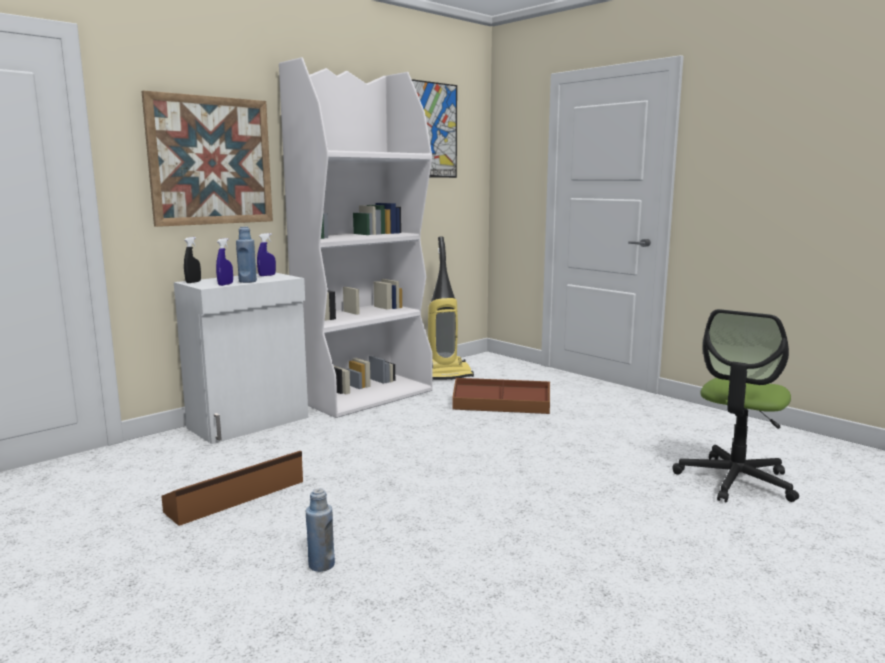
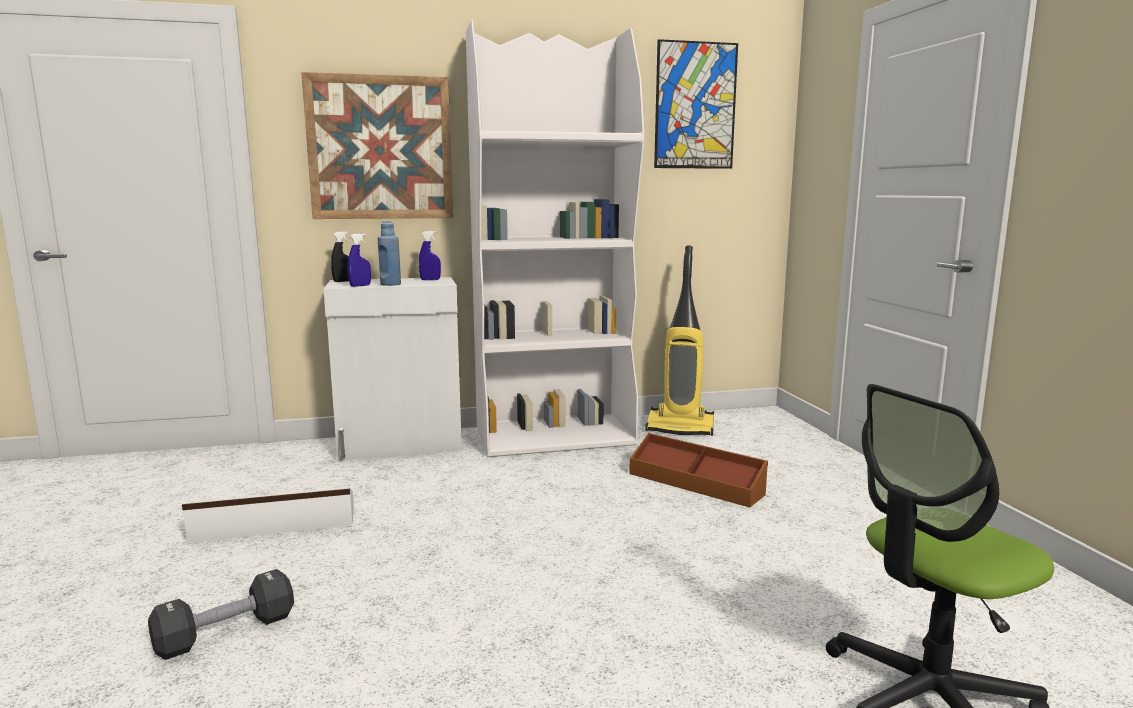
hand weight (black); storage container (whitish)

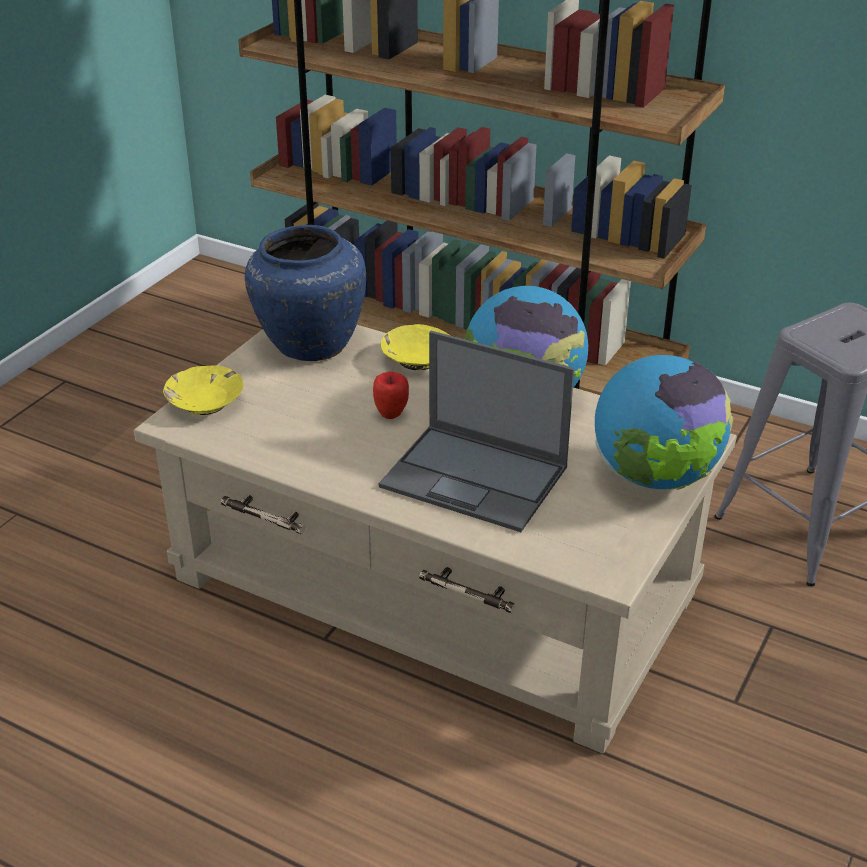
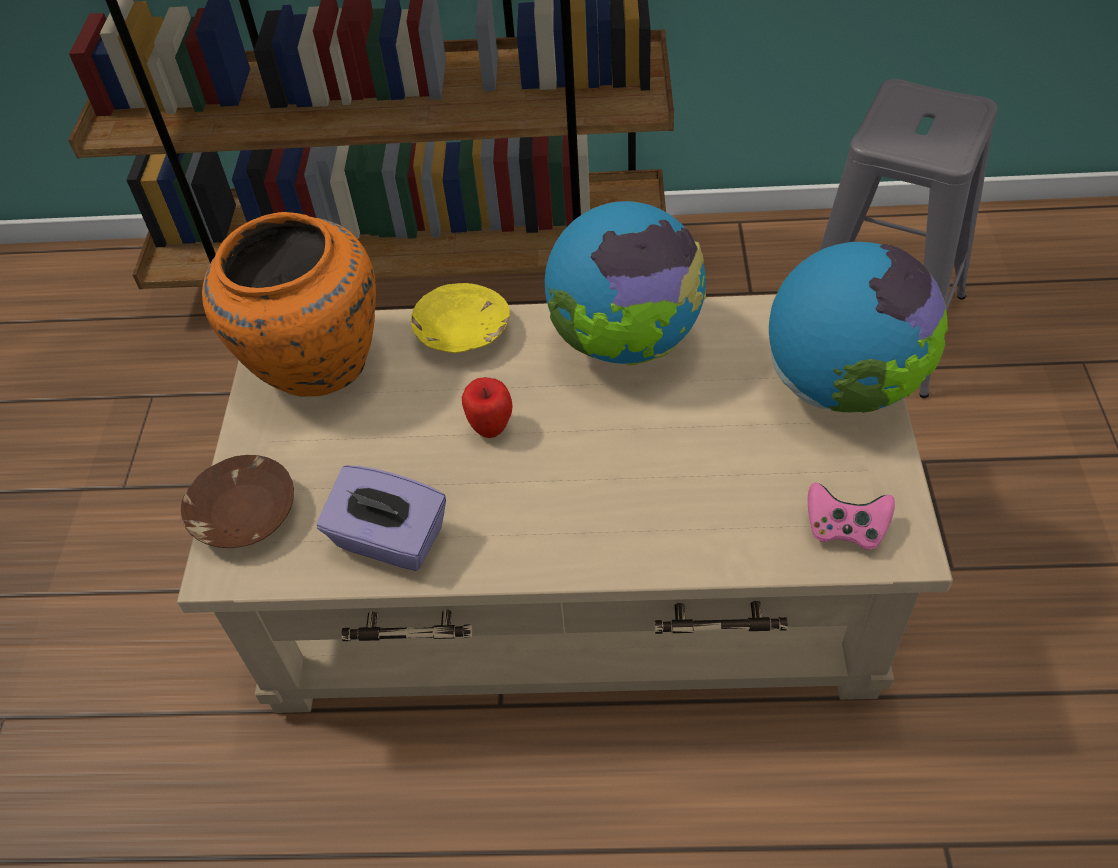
laptop; tissue box (purple); game controller (pink); deep dish (brown-coloured); decorative vase (orange)

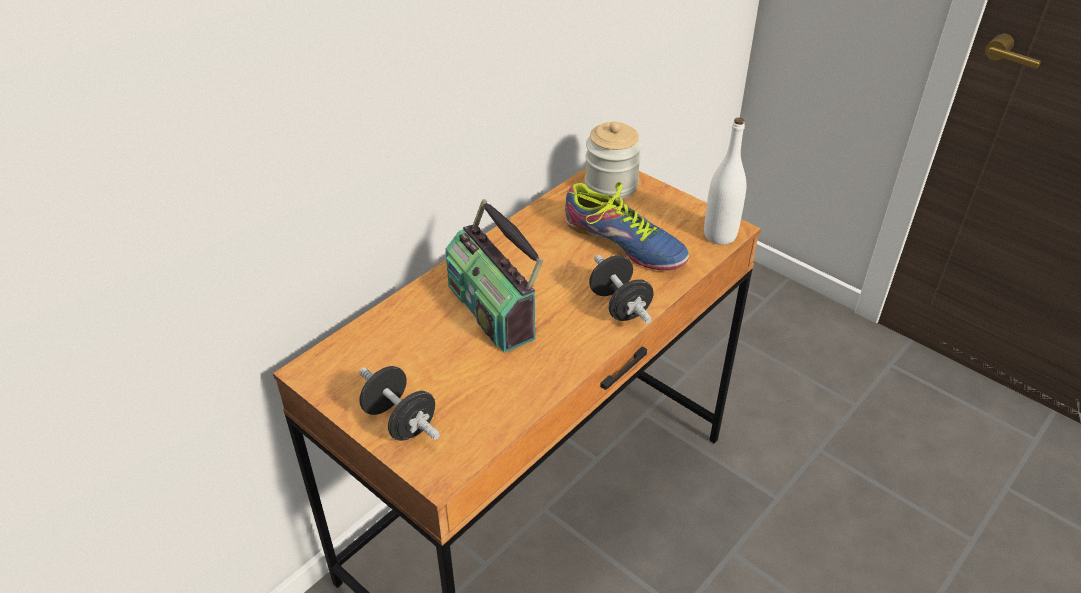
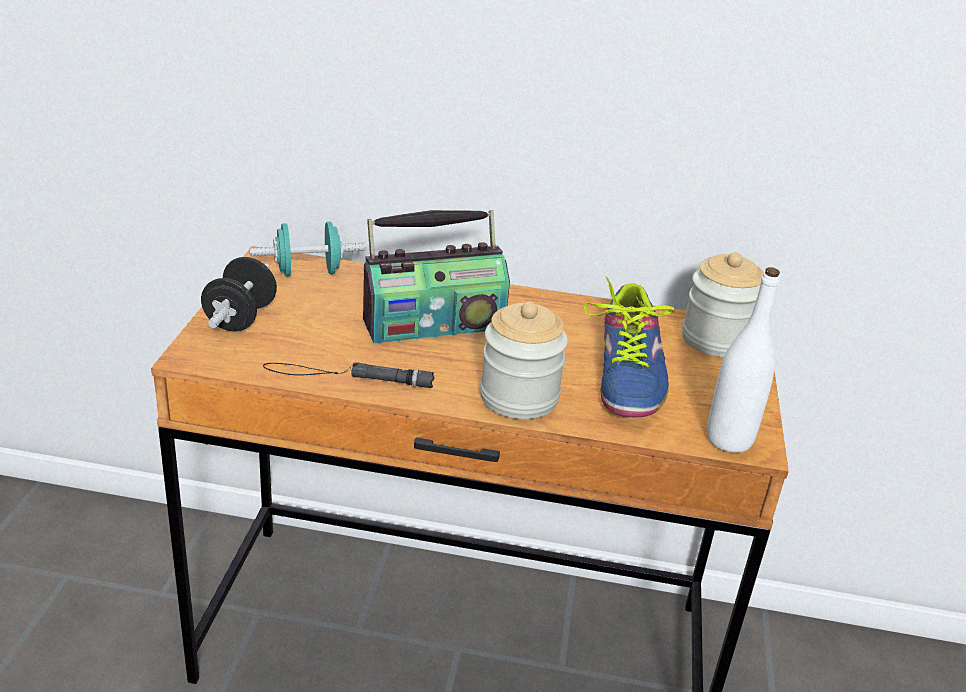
hand weight (blue-green); flashlight (black); storage jar (no. 1 from left); radio

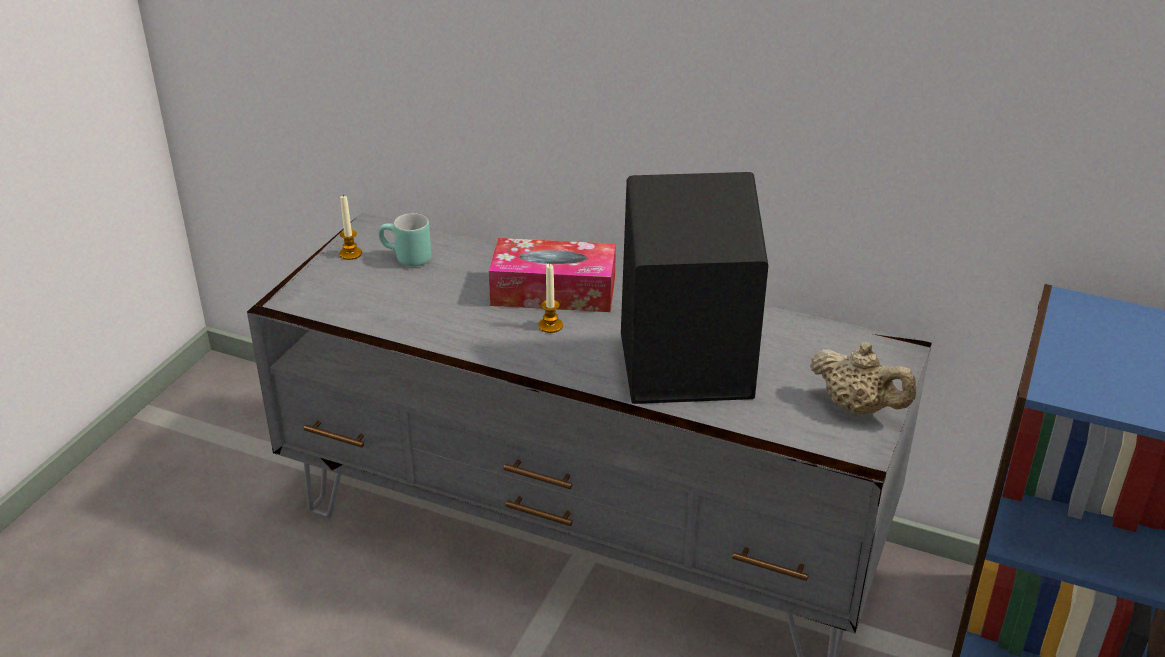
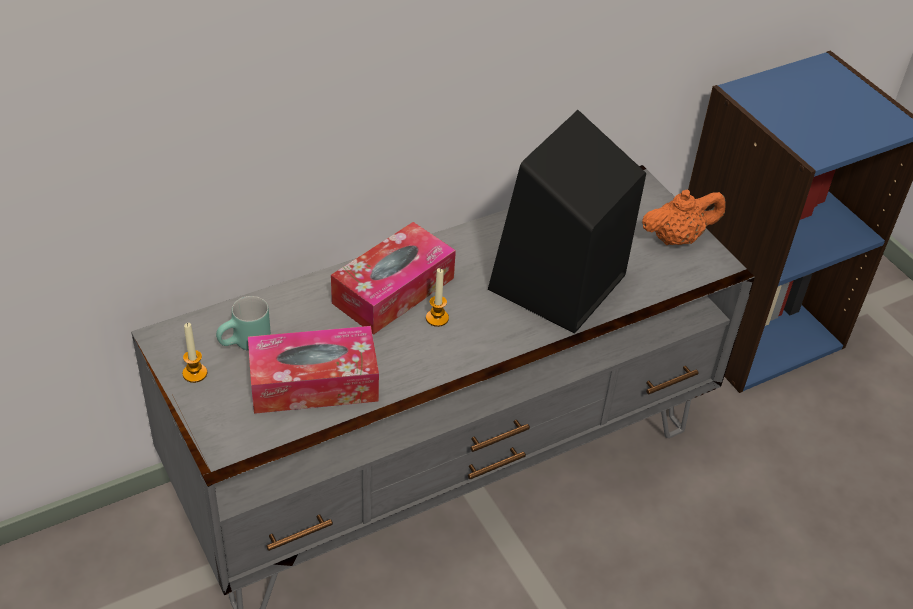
tissue box (no. 1 from left); teapot (orange)

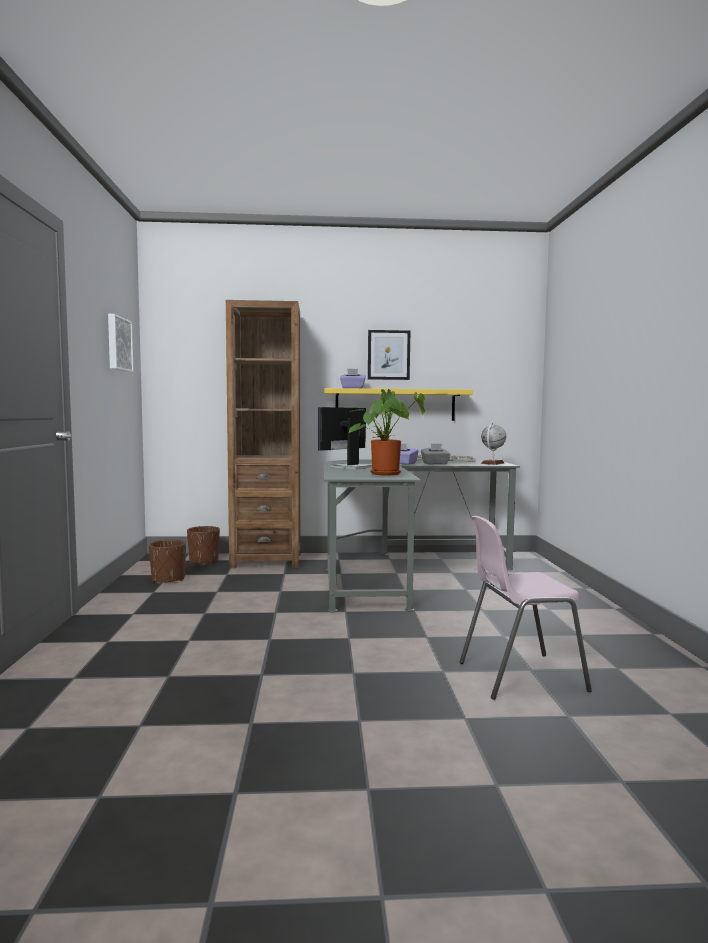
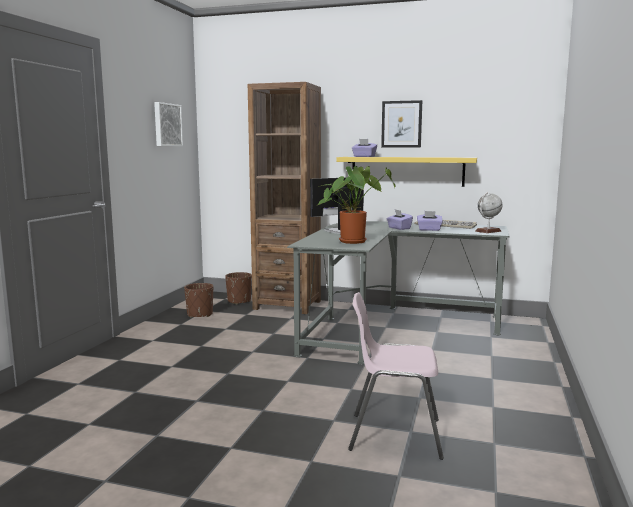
tissue box (purple) (no. 3 from left)

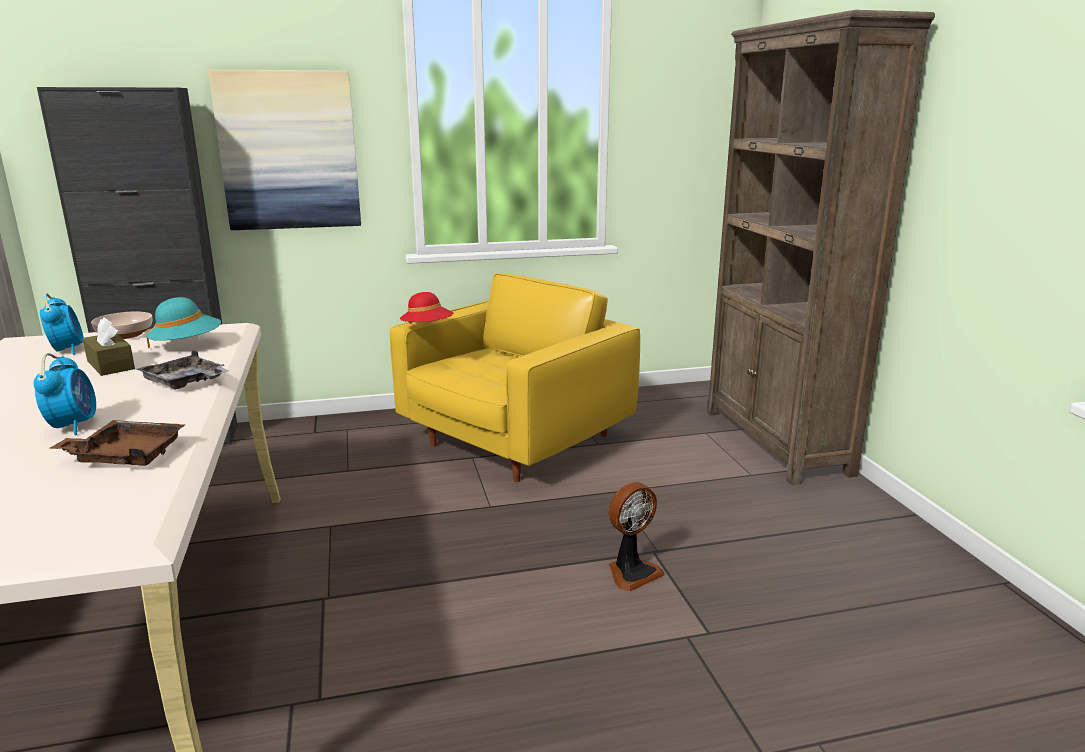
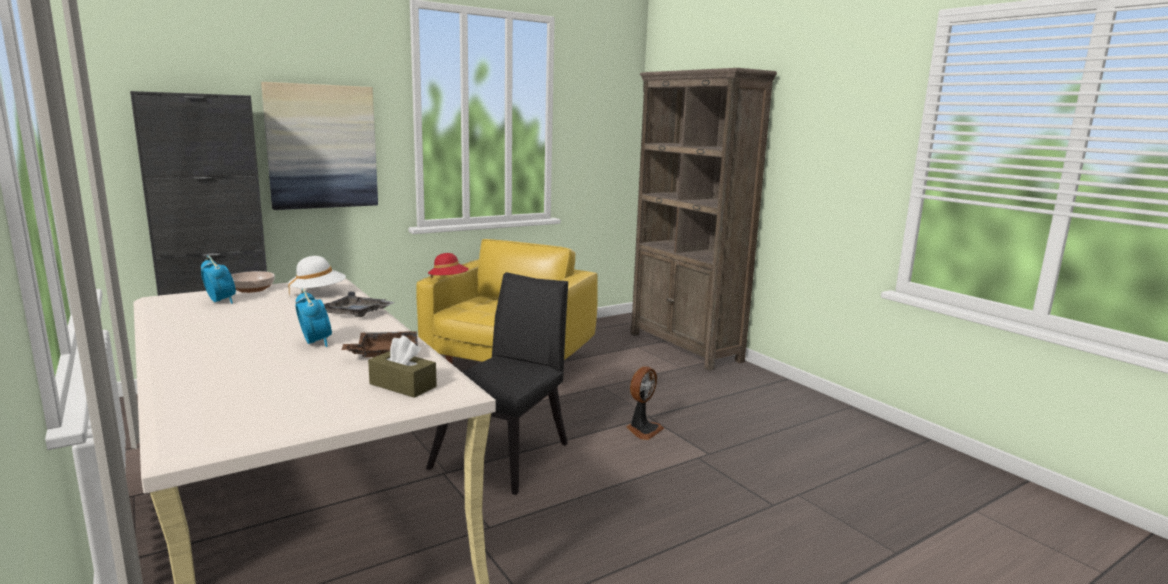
chair (black); tissue box (brown-coloured); hat (whitish)

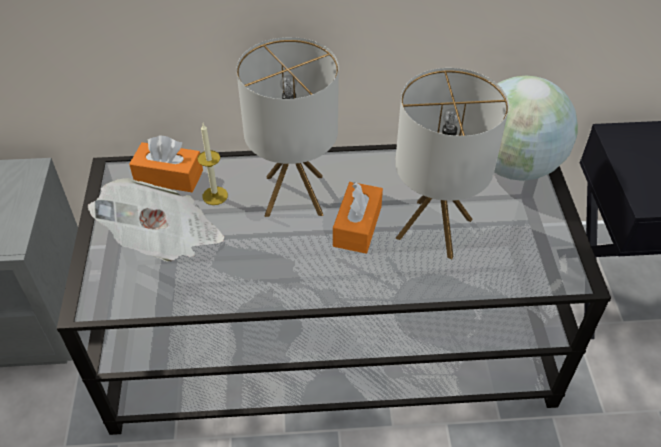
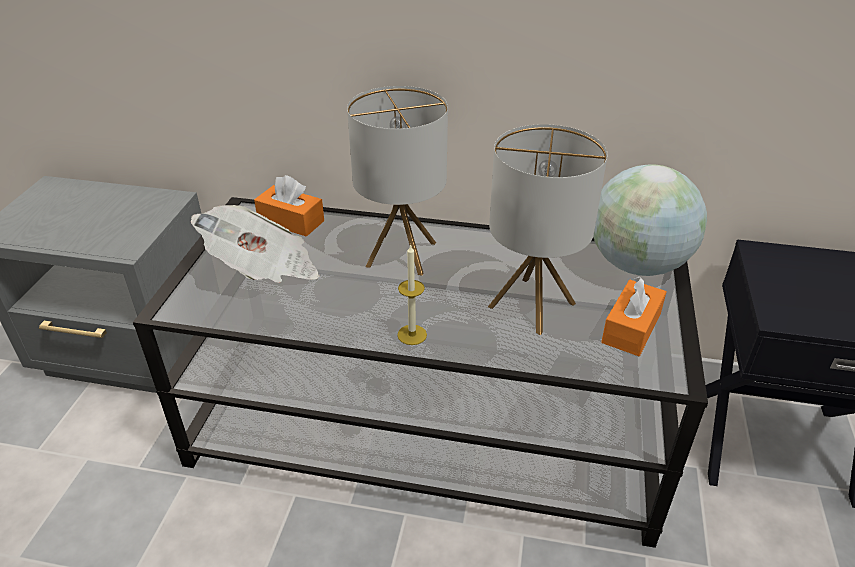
wax candle; tissue box (orange) (no. 2 from left)

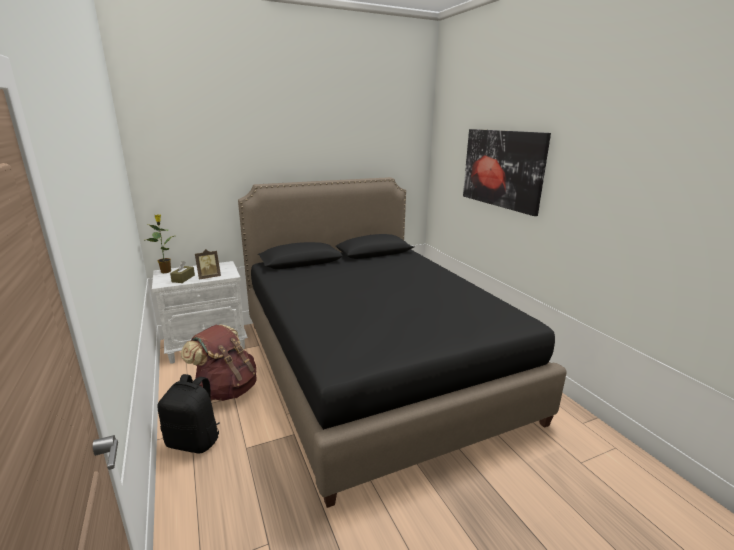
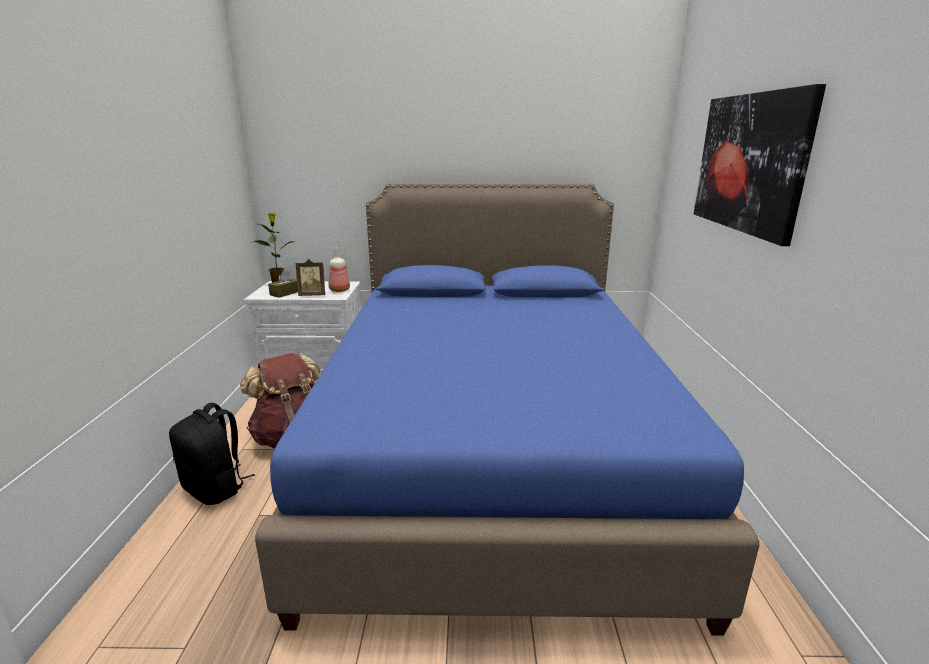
drink bottle; bed (blue)

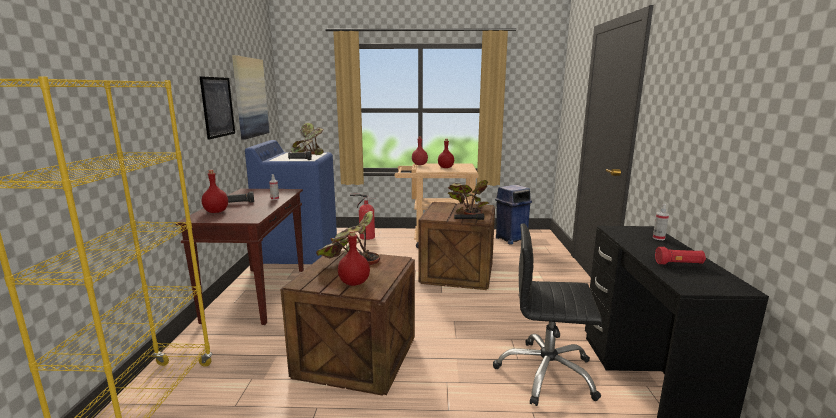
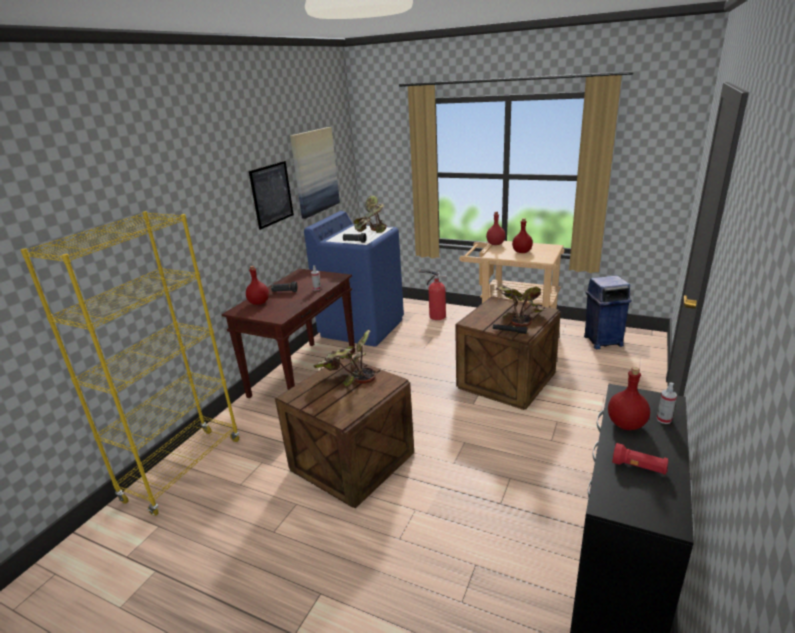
computer chair (black); drink bottle (reddish) (no. 4 from left)

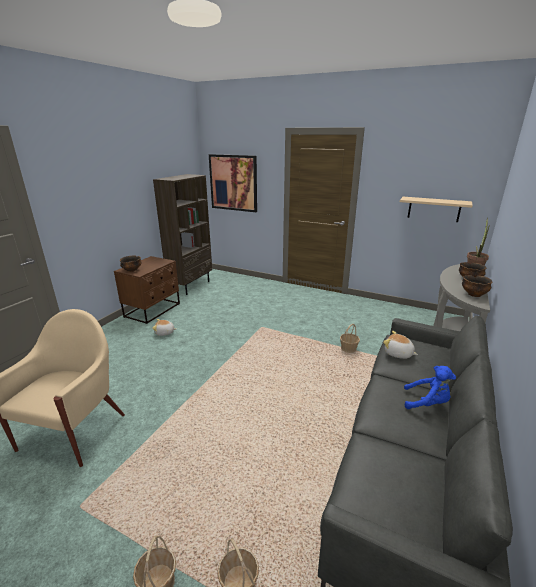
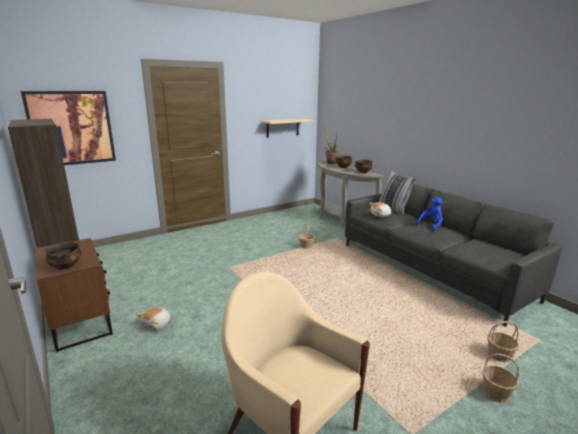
throw pillow

